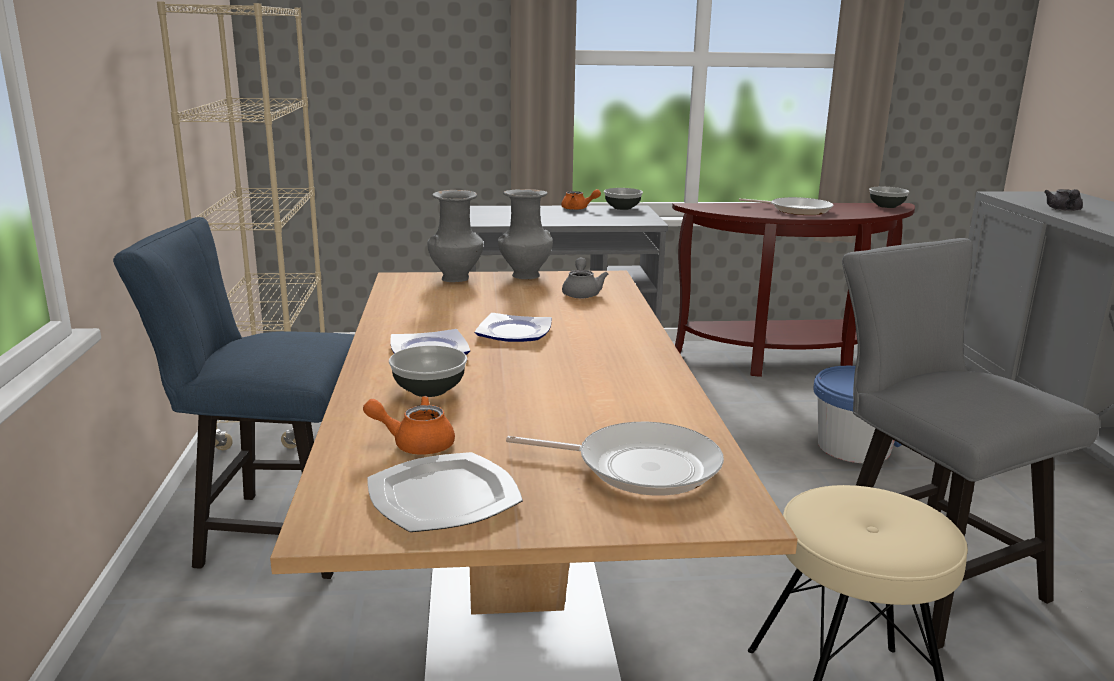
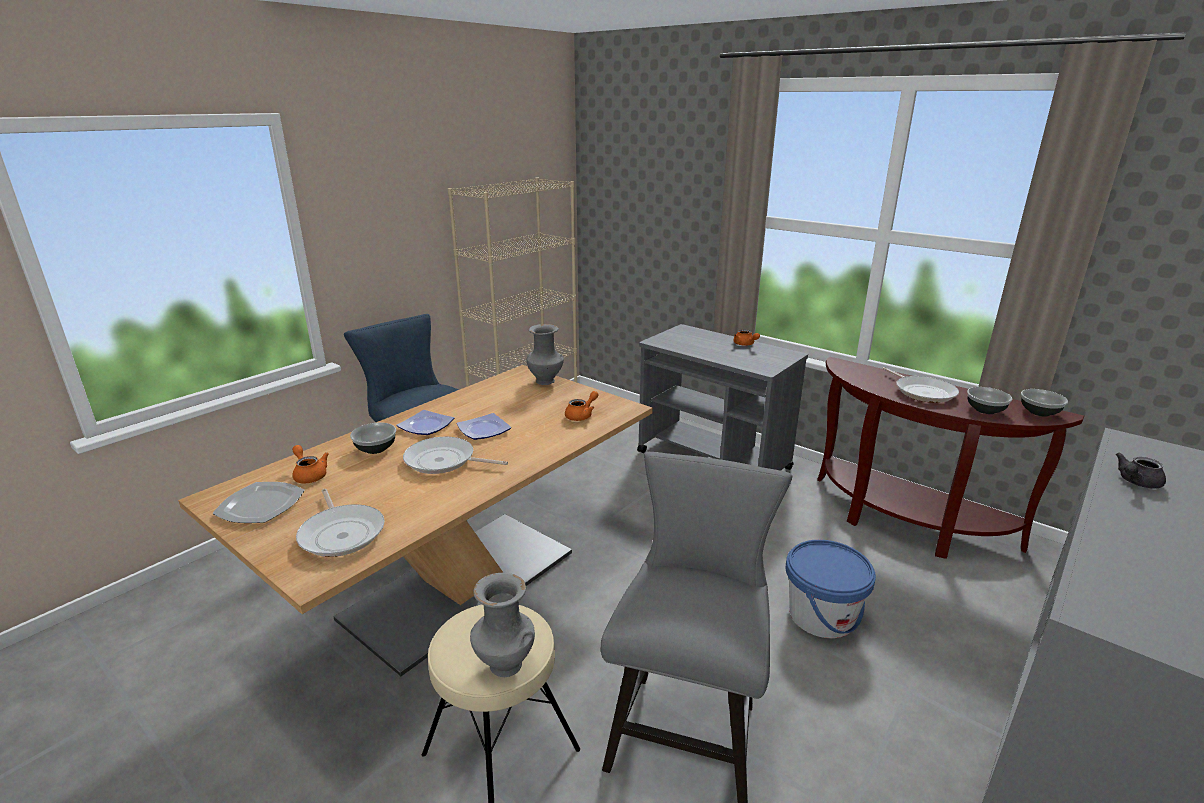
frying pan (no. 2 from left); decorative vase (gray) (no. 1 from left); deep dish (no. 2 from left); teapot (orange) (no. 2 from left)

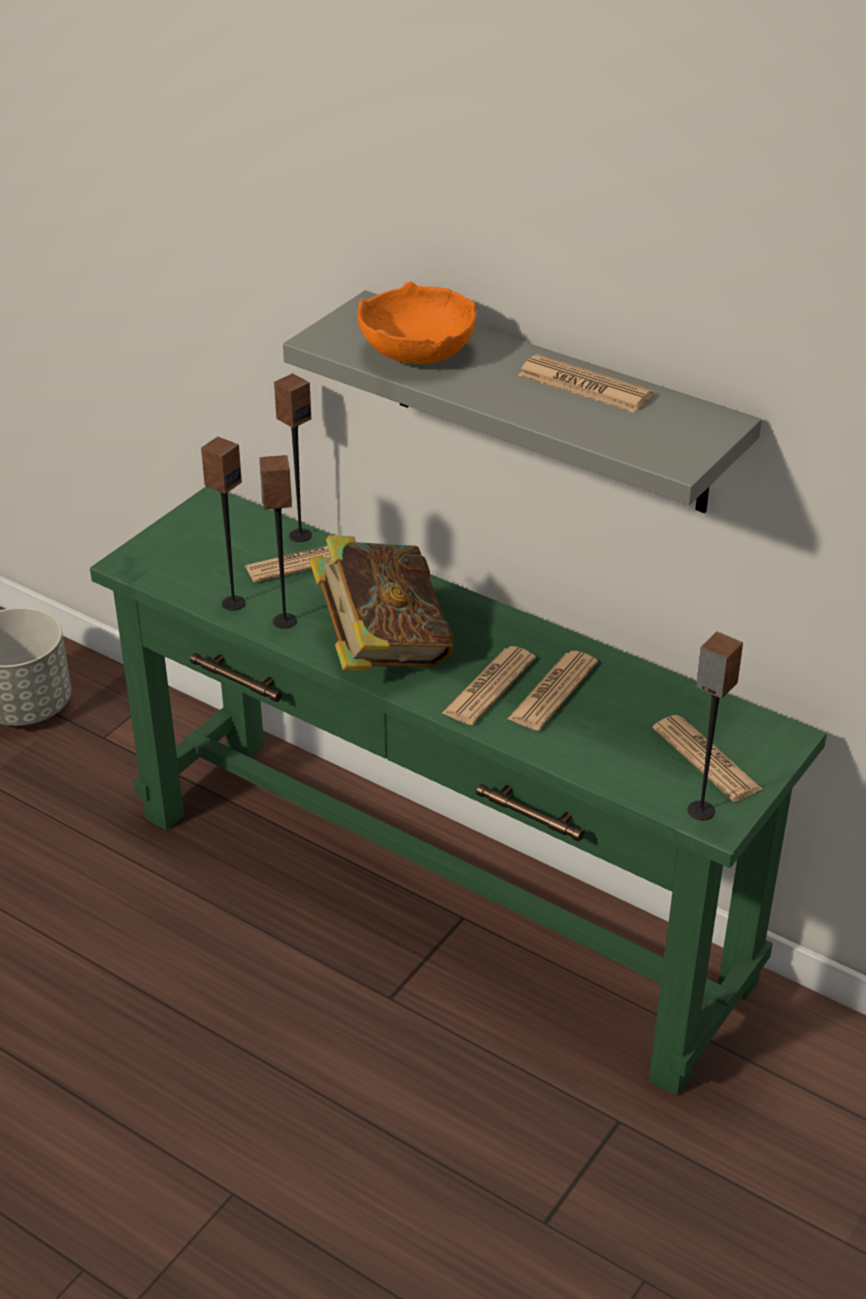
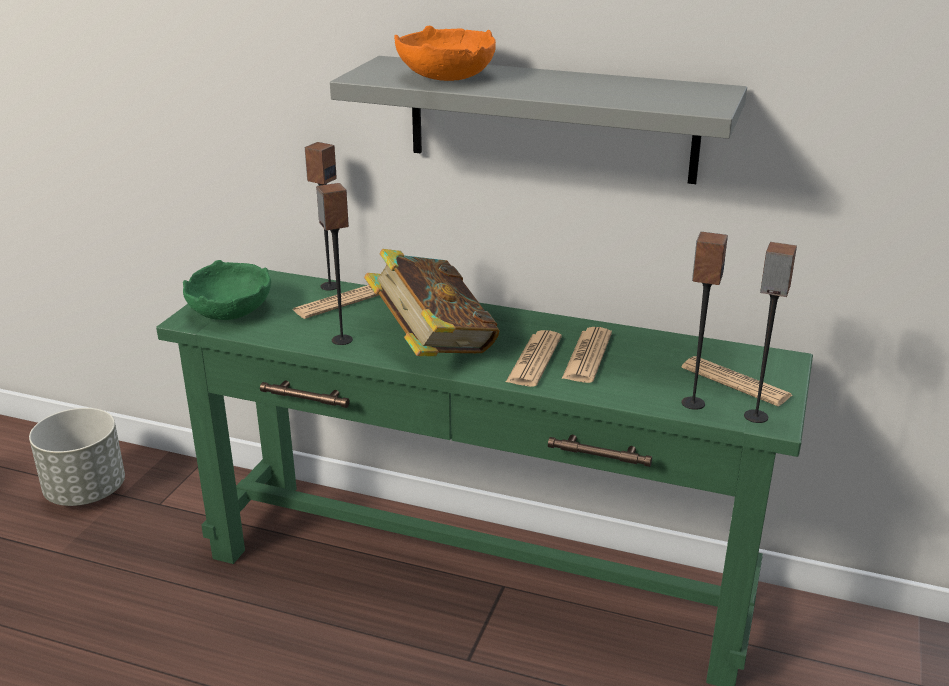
printed paper (no. 4 from left in the first image); deep dish (green); audio speaker (no. 3 from left)

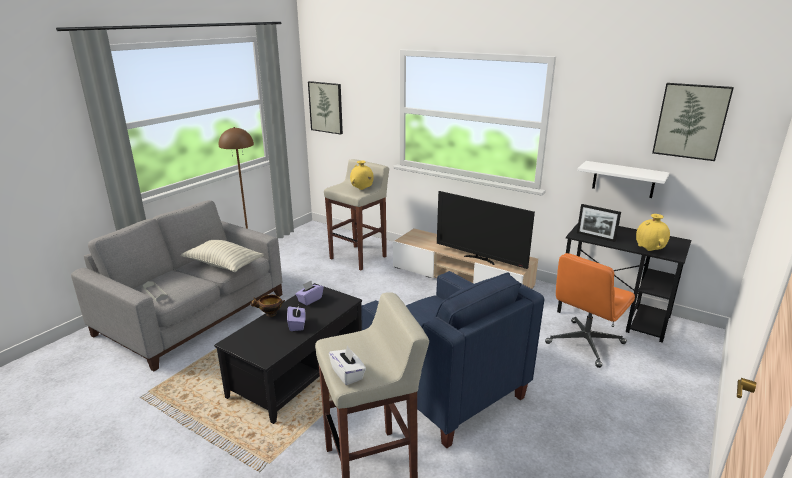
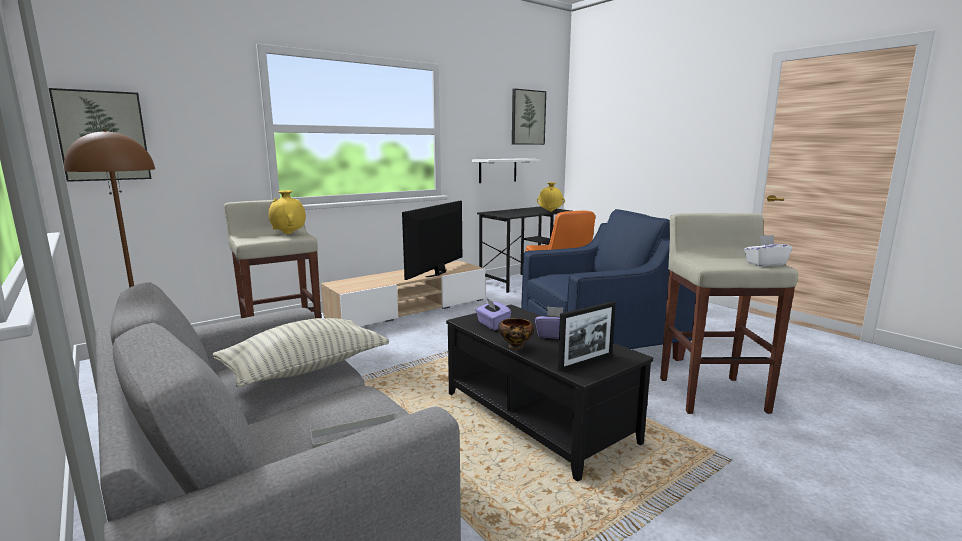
picture frame; TV set

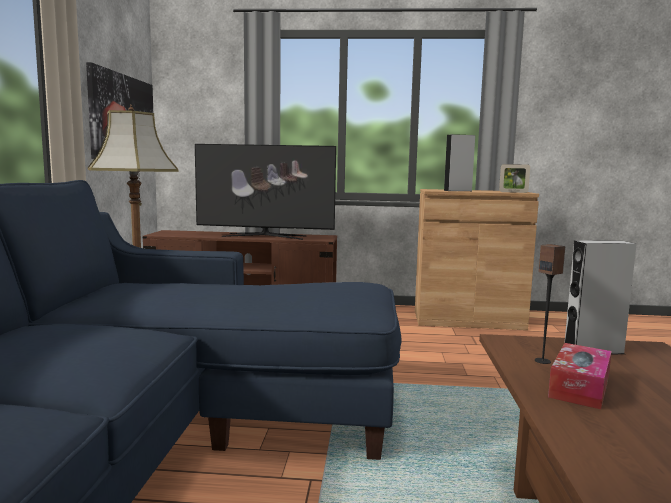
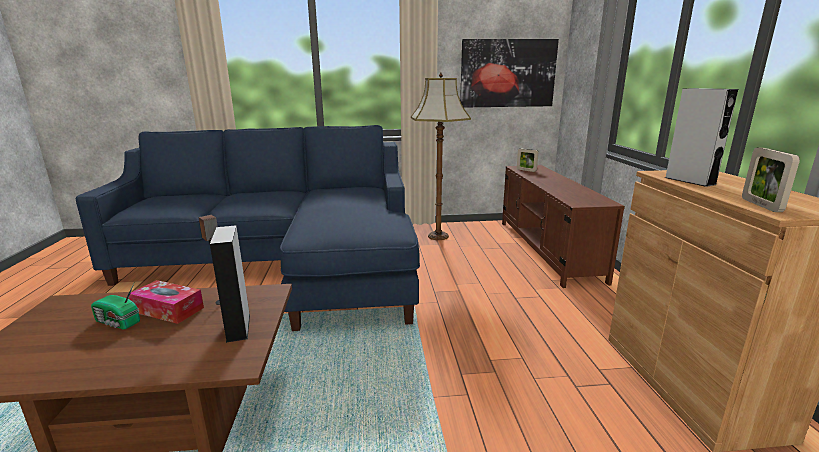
TV set; radio; picture frame (no. 1 from left)

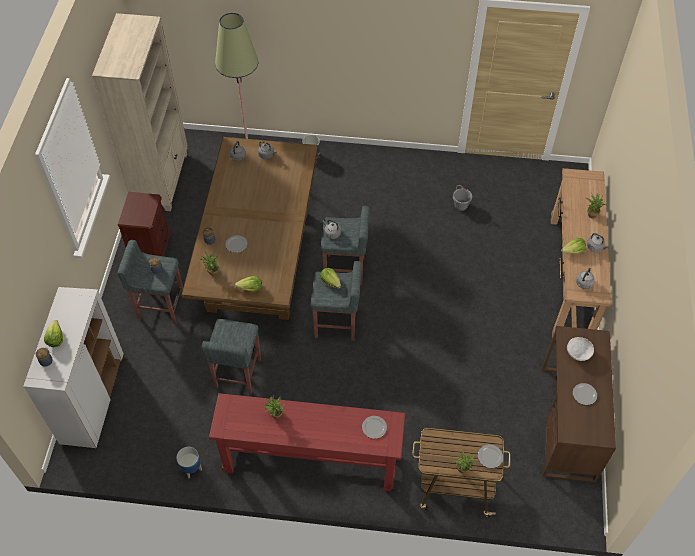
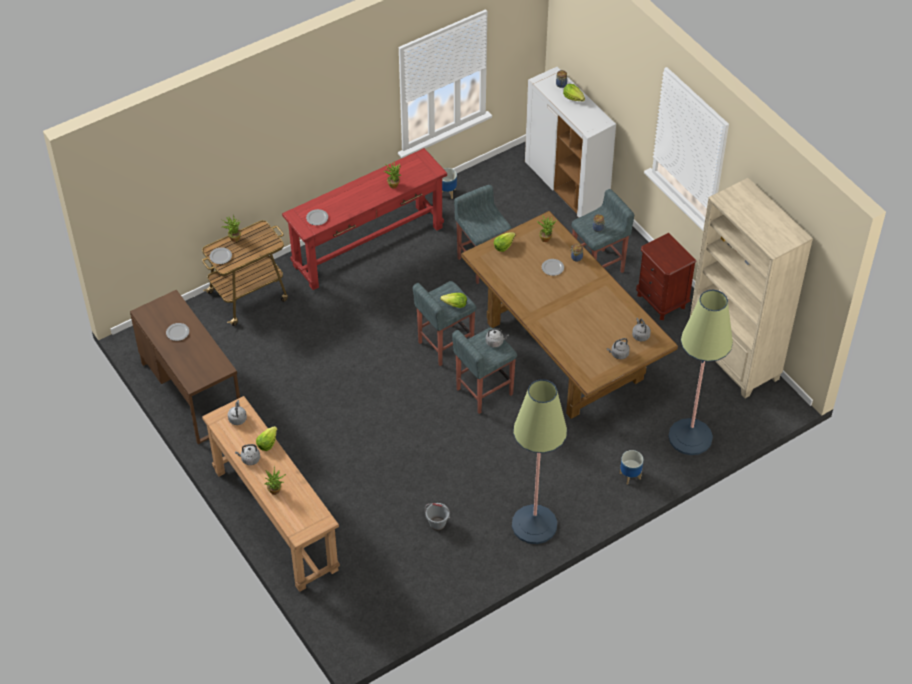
deep dish (whitish); standard lamp (no. 1 from left)

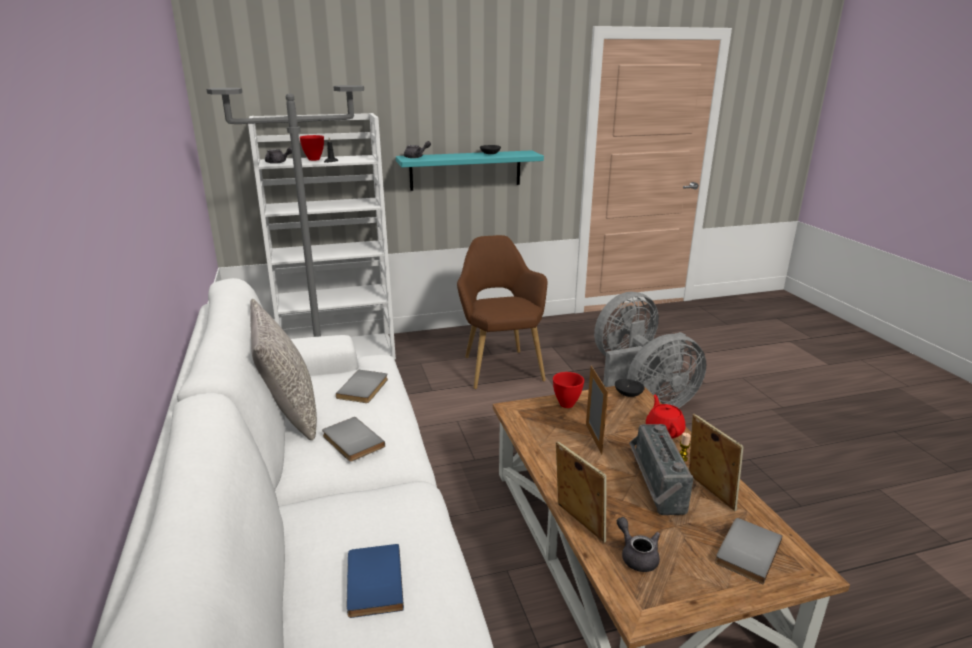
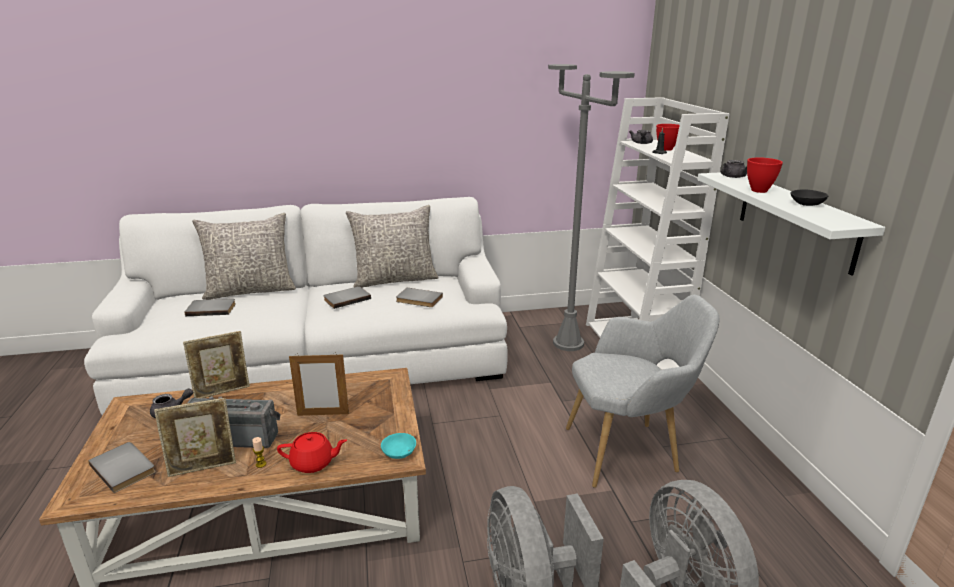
throw pillow (gray) (no. 1 from left); deep dish (reddish) (no. 2 from left); book (gray) (no. 2 from left); bracket shelf (whitish); armchair (gray); deep dish (blue-green)

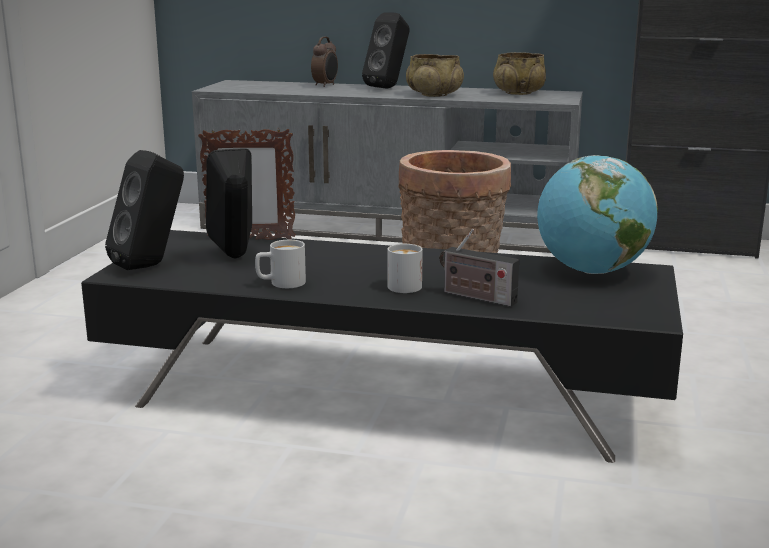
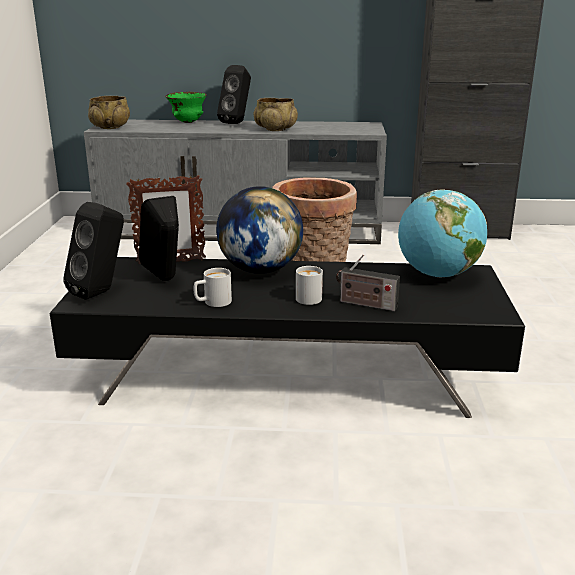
desk globe (no. 1 from left); deep dish (sand-coloured) (no. 1 from left); deep dish (green)

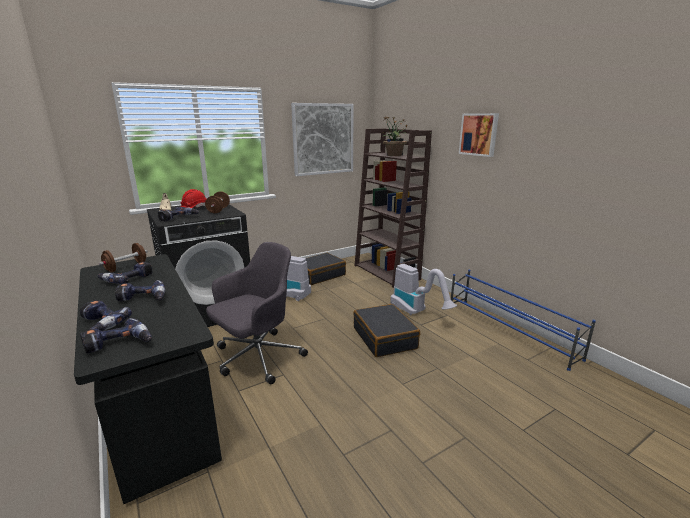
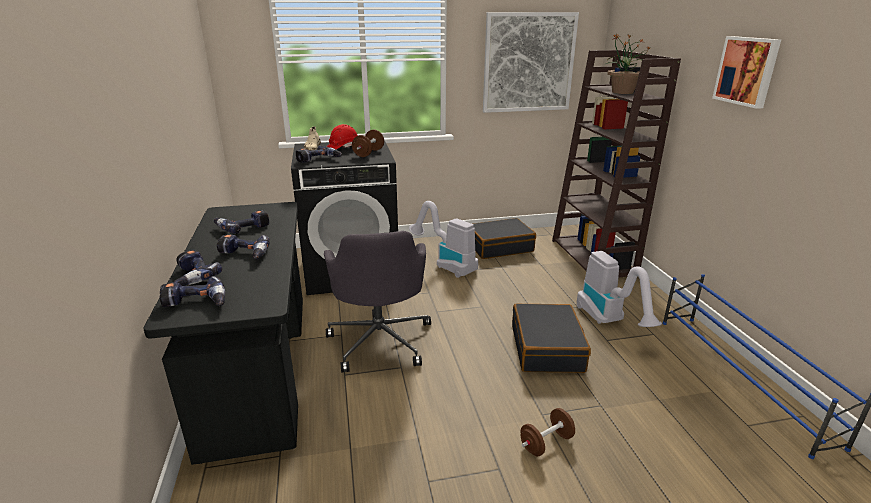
hand weight (brown-coloured) (no. 2 from left); computer chair (gray)

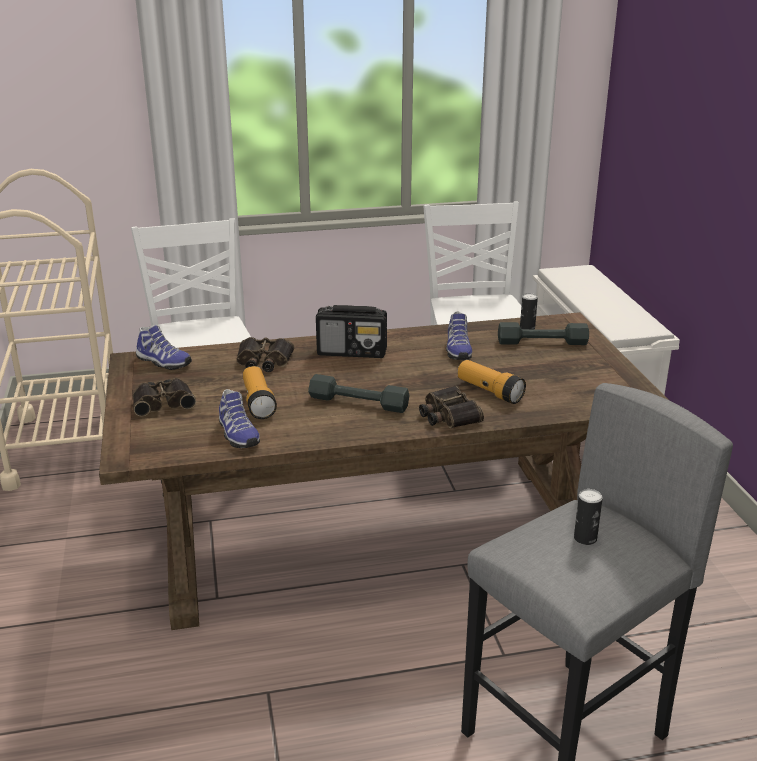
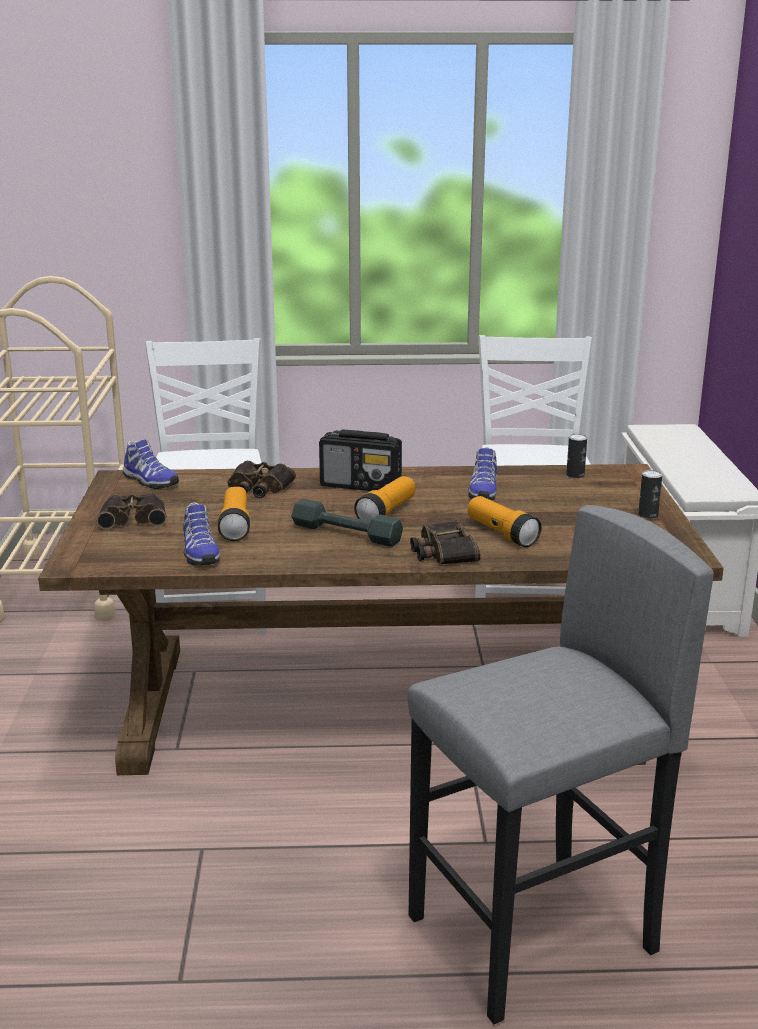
hand weight (gray) (no. 2 from left in the first image); flashlight (no. 2 from left); metal can (no. 2 from left)

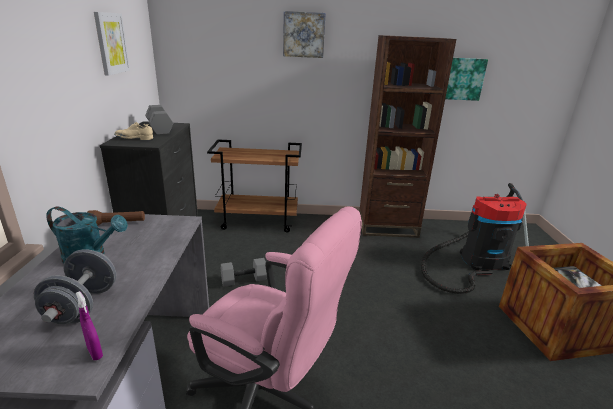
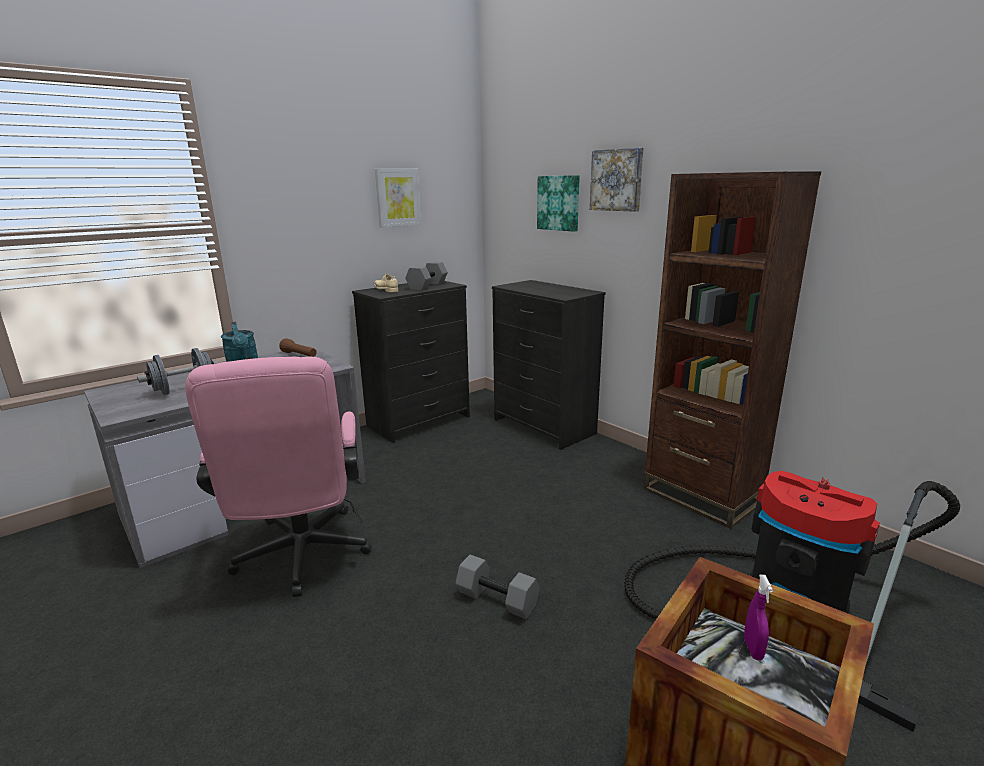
hand sprayer (purple); hand weight (gray) (no. 3 from left); wall art (no. 2 from left); dresser (black) (no. 2 from left)

